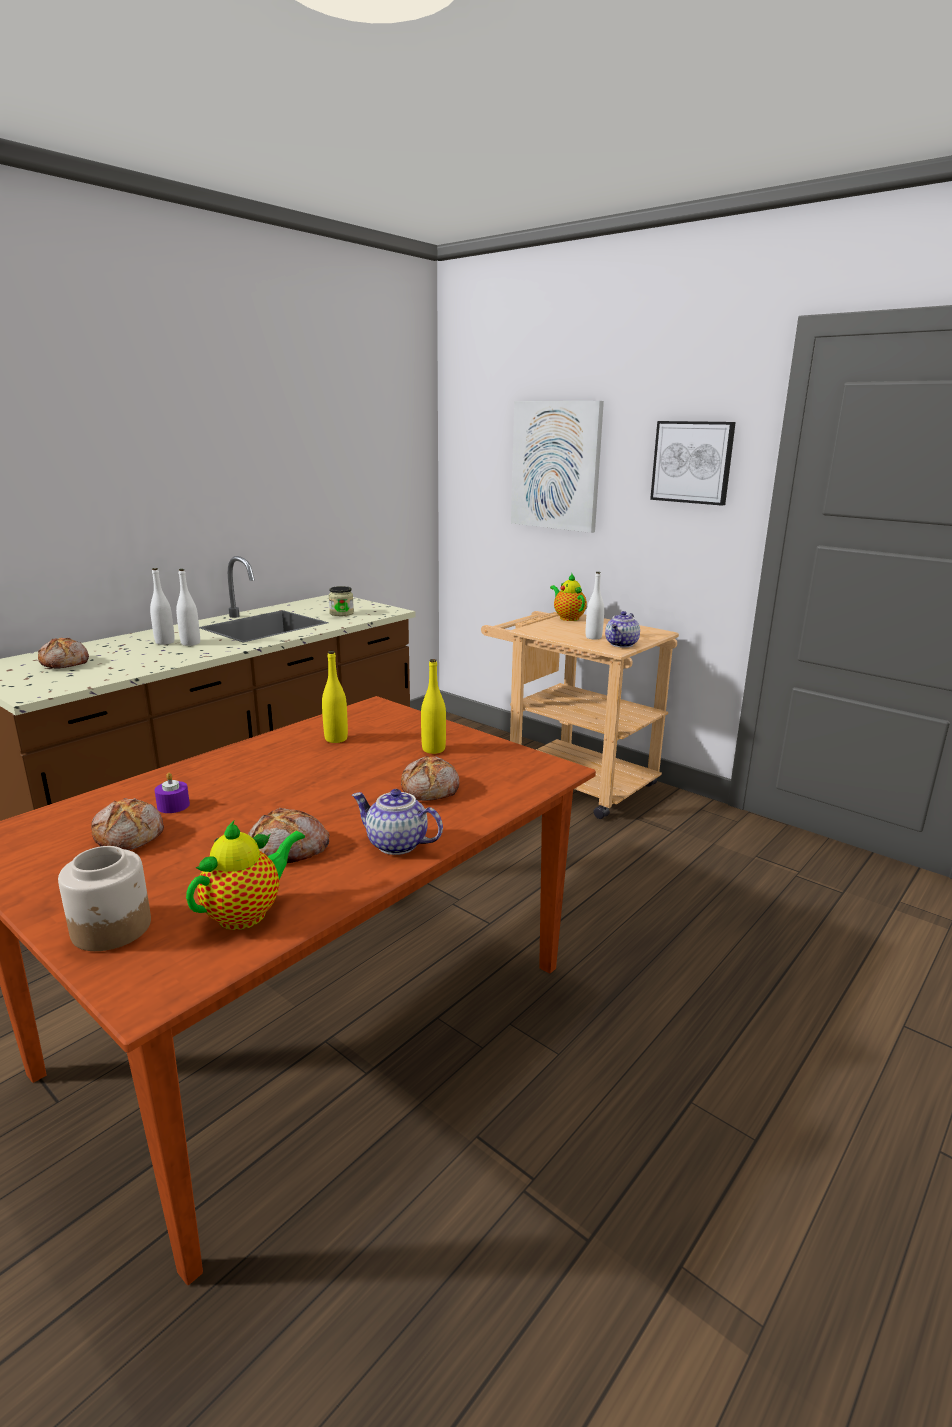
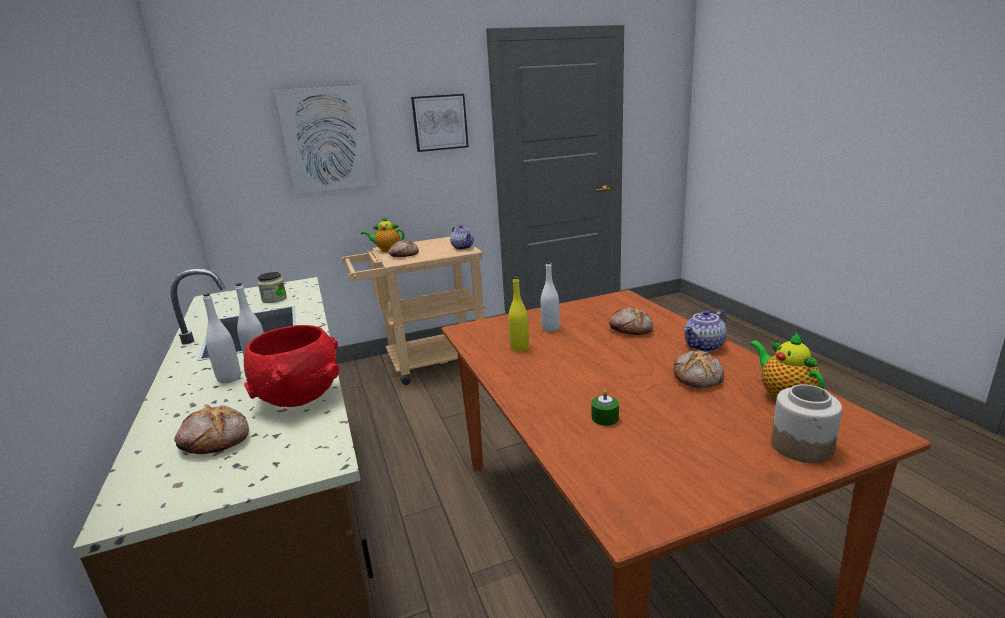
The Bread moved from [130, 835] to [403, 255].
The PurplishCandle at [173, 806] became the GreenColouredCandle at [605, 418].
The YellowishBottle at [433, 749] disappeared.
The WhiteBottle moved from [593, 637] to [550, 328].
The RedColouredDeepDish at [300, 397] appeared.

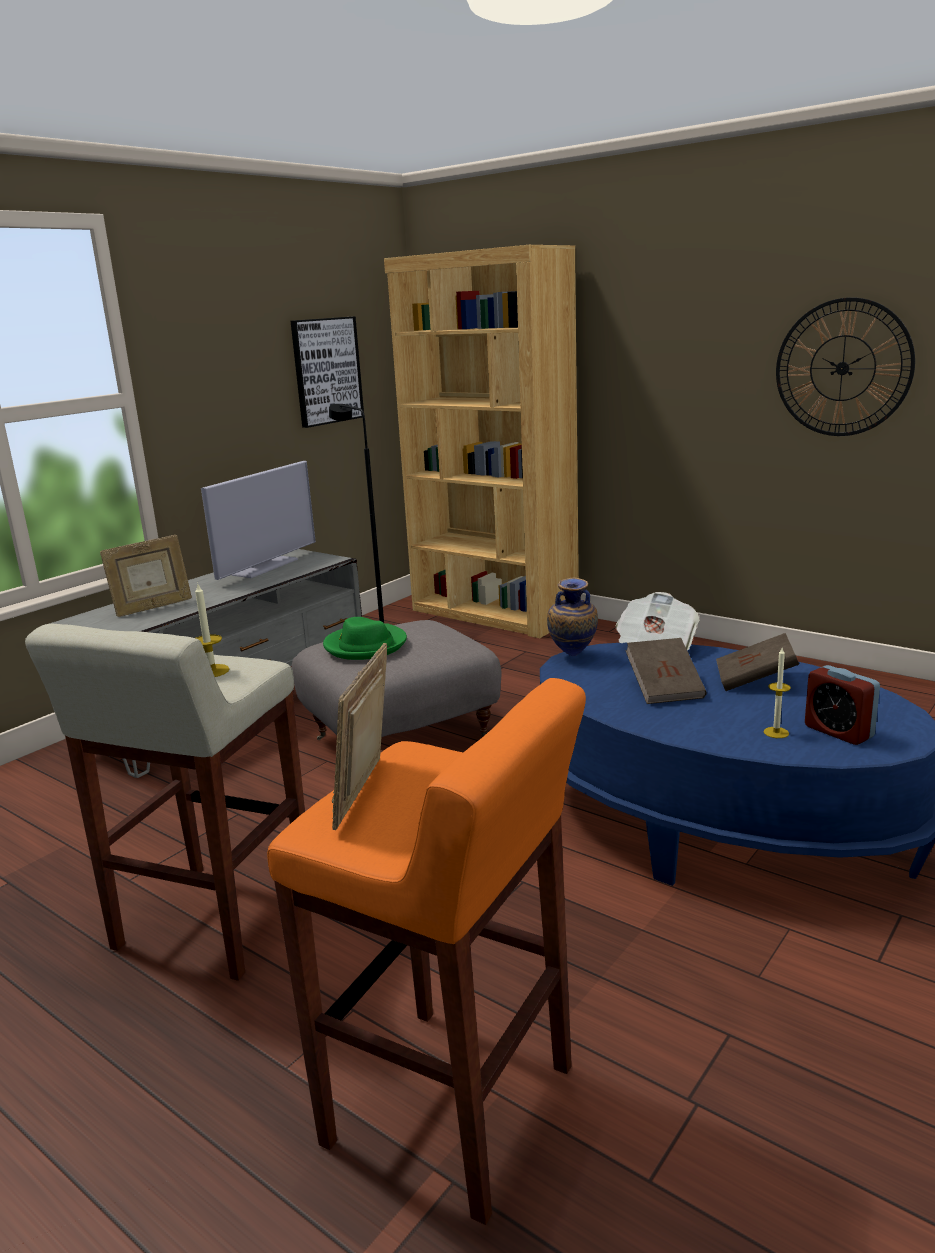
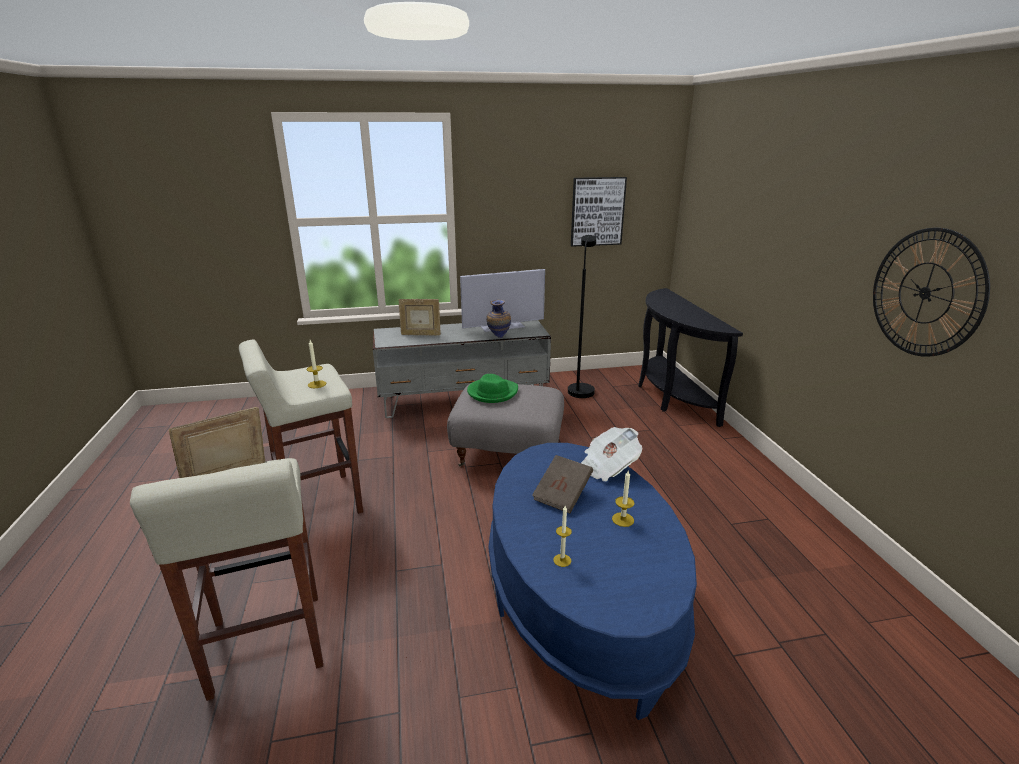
The OrangeColouredSittingStool at [453, 1107] became the BeigeColouredSittingStool at [267, 646].
The BrownishShelvingUnit at [493, 614] was replaced by the BlackishHallTable at [669, 396].
The DecorativeVase moved from [572, 657] to [498, 338].
The BrownishBook at [755, 680] was replaced by the Candle at [623, 519].
The BedsideClock at [838, 732] disappeared.

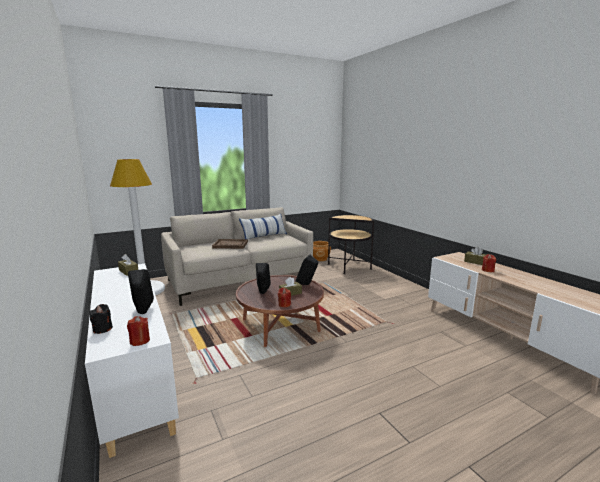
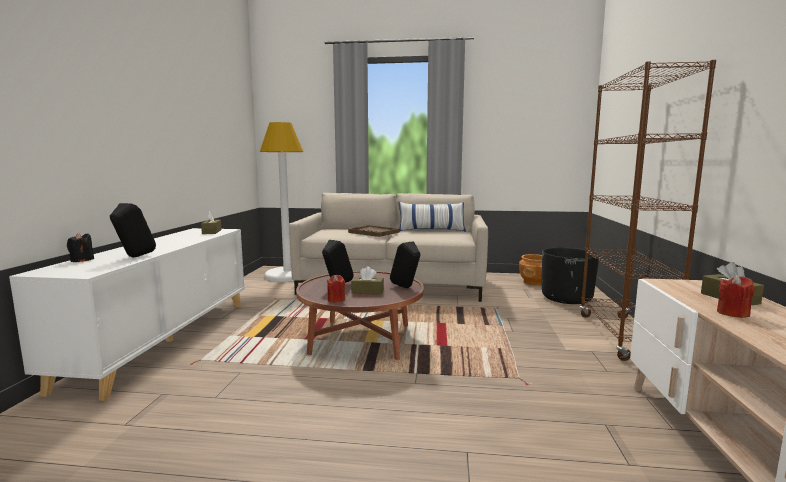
The RedColouredCandle at [140, 341] disappeared.
The AccentTable at [349, 266] was replaced by the BlackishPlantPot at [566, 298].
The BrownishShelvingUnit at [623, 337] appeared.

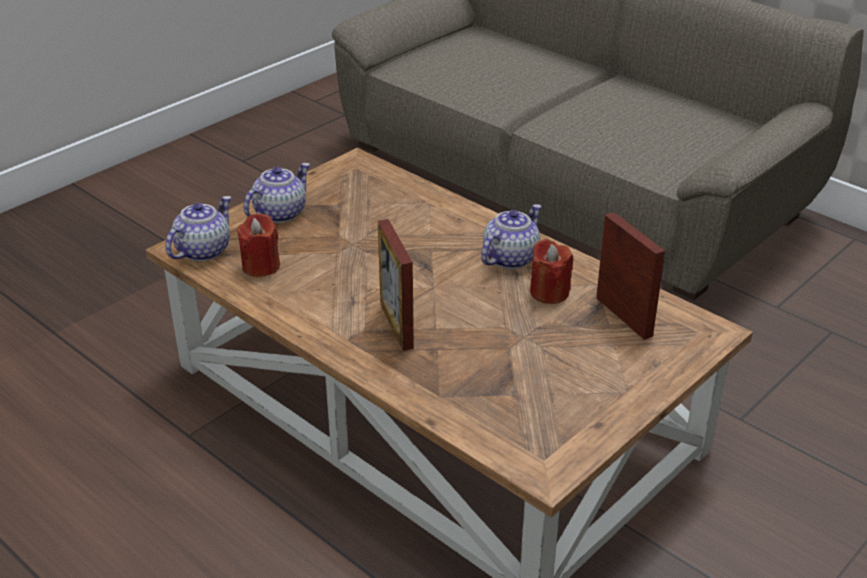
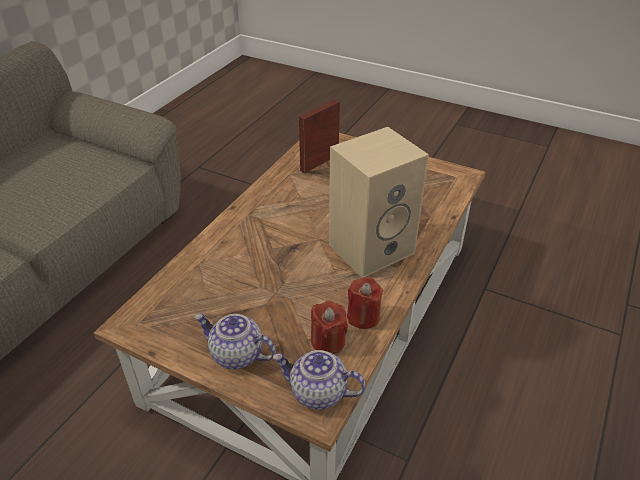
The PictureFrame at [396, 326] was replaced by the BeigeColouredAudioSpeaker at [372, 247].
The PotForTea at [510, 258] disappeared.
The RedColouredCandle moved from [549, 292] to [363, 317].

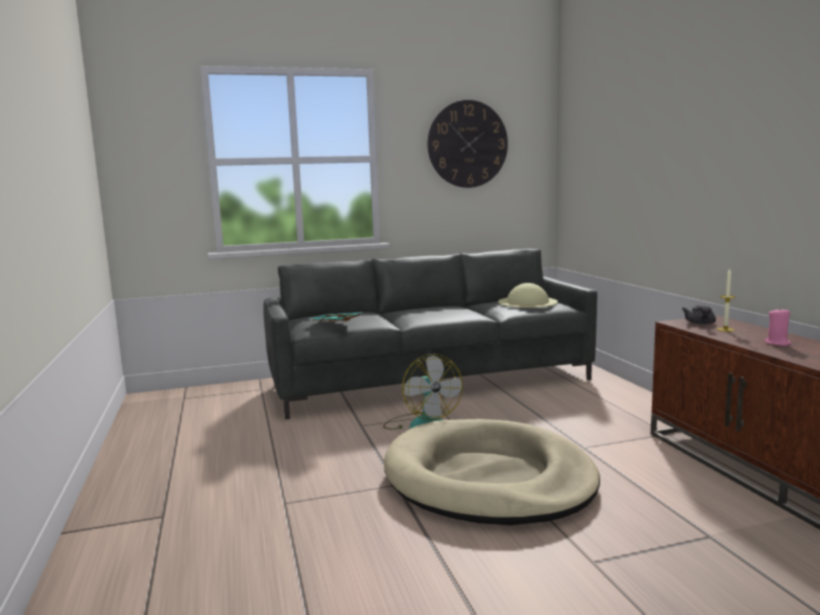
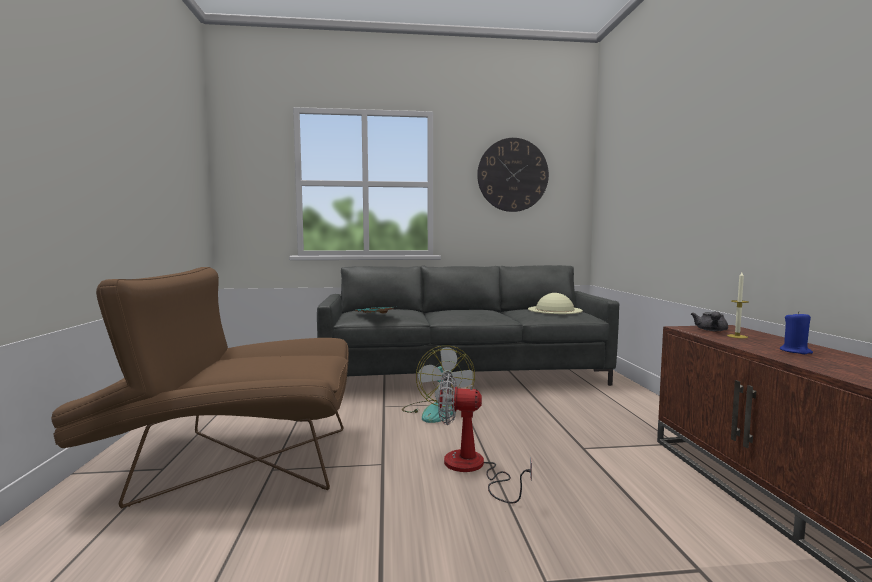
The BeigeColouredPetBed at [488, 479] was replaced by the ElectricFan at [473, 469].
The PinkColouredCandle at [777, 343] became the BlueCandle at [795, 351].
The BrownishLoungeChair at [232, 461] appeared.

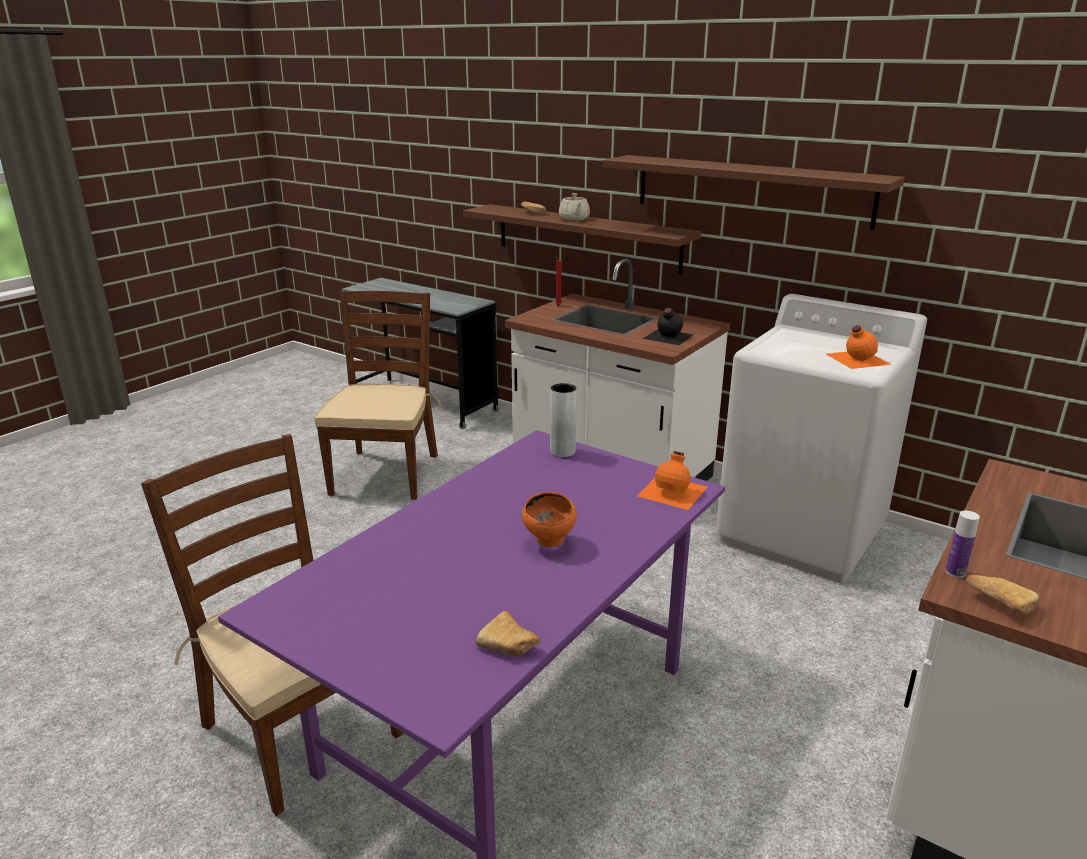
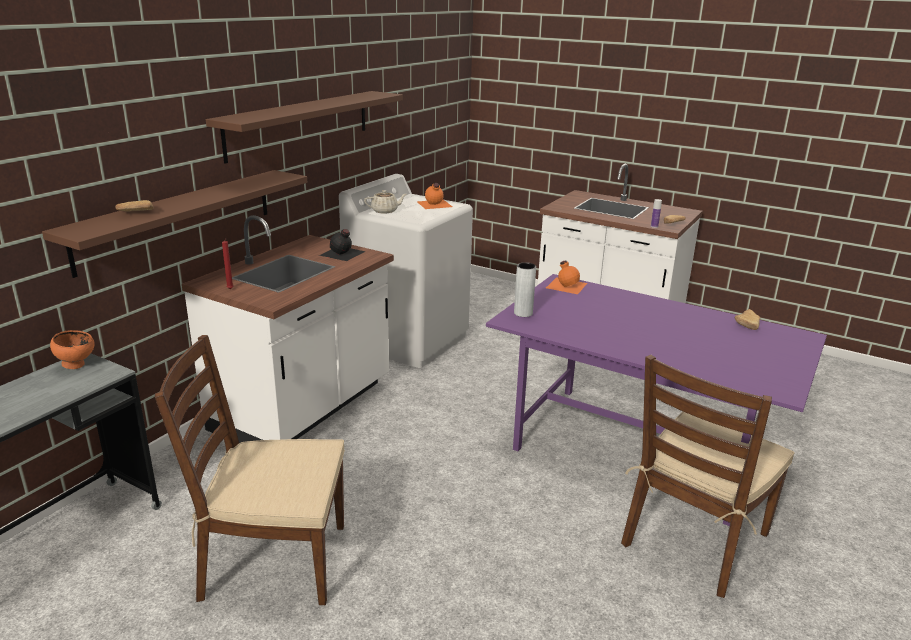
The OrangeColouredDeepDish moved from [550, 543] to [77, 365].
The BeigeColouredPotForTea moved from [574, 219] to [385, 211].

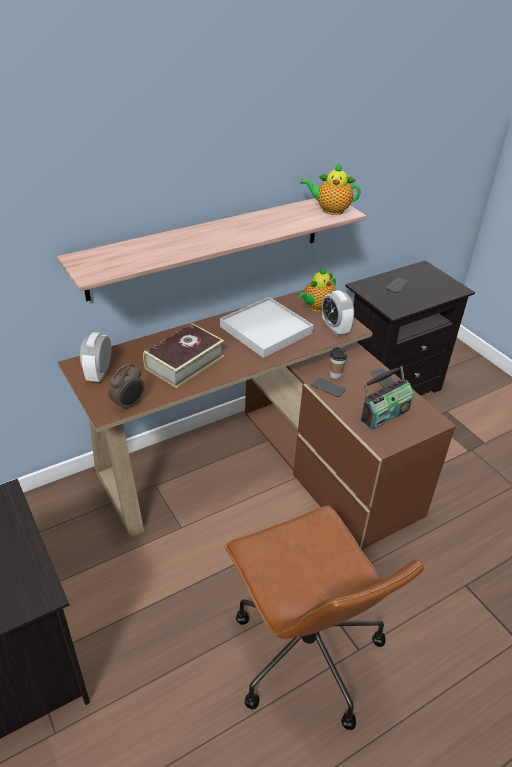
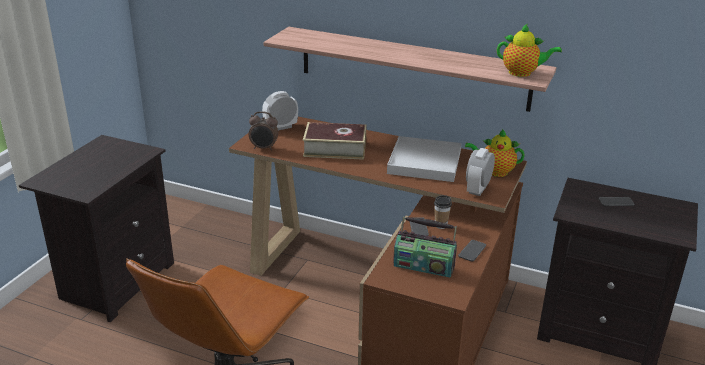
The PotForTea at [330, 210] turned 135 degrees clockwise.

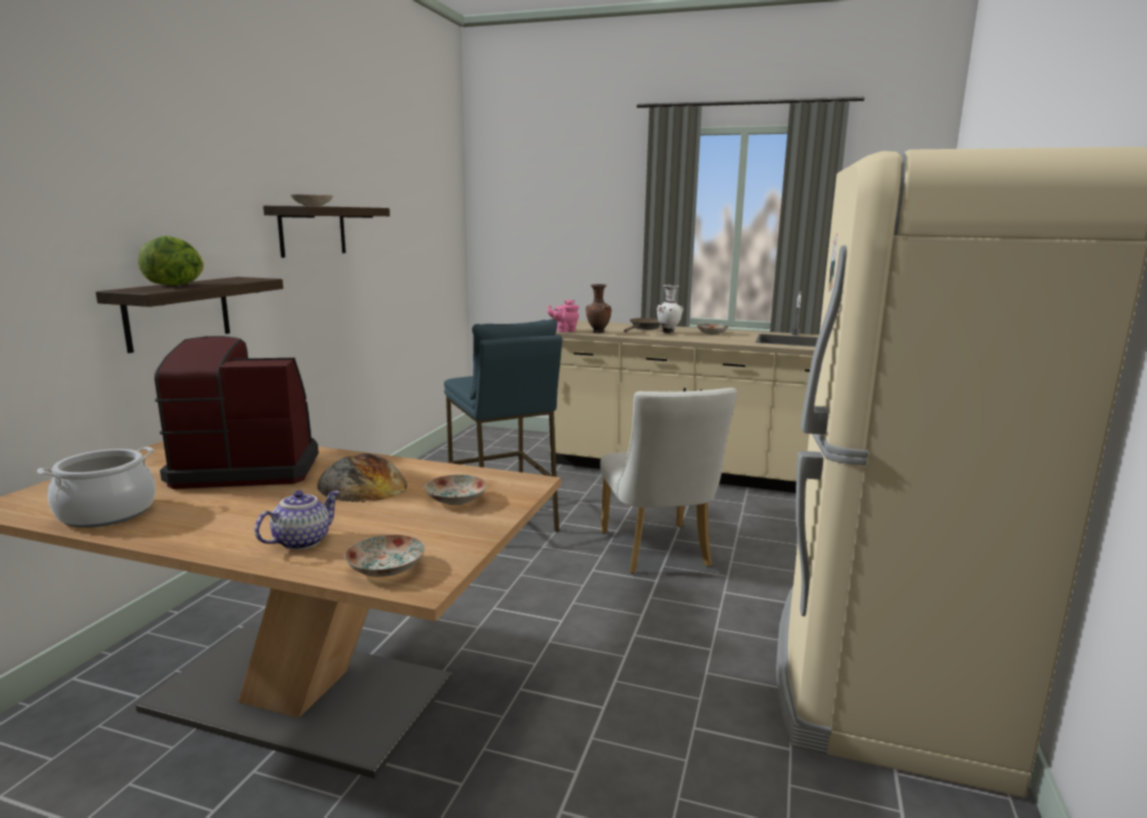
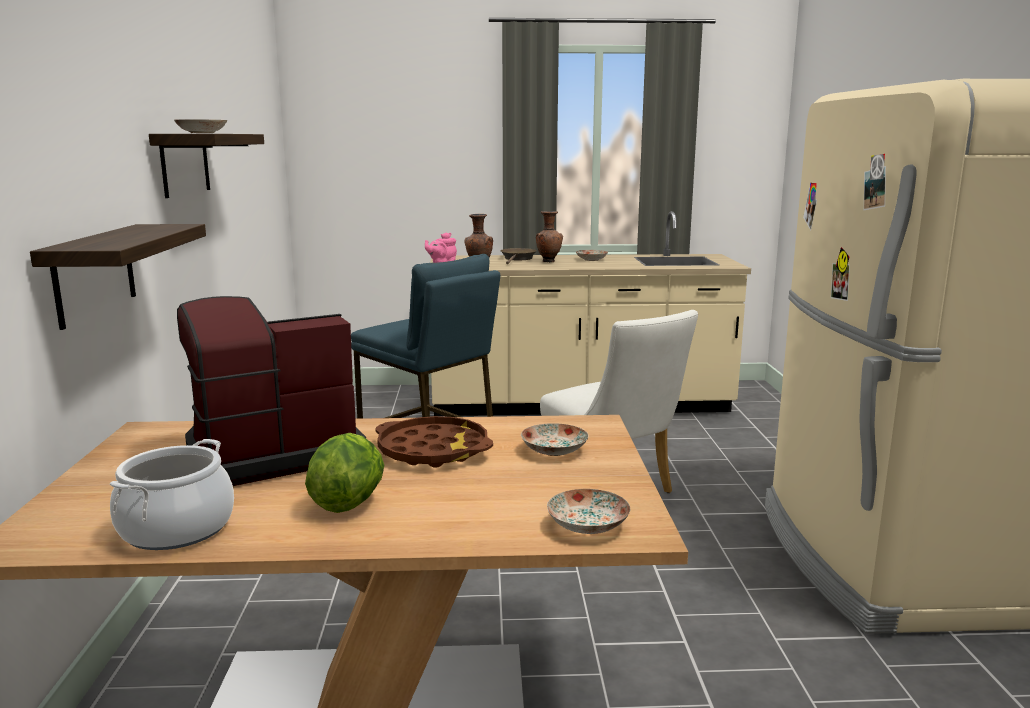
The Lettuce moved from [176, 285] to [348, 502].
The PotForTea at [301, 541] disappeared.
The Bread at [362, 484] was replaced by the BrownishServingTray at [433, 450].
The WhiteDecorativeVase at [668, 332] became the BrownishDecorativeVase at [548, 261].

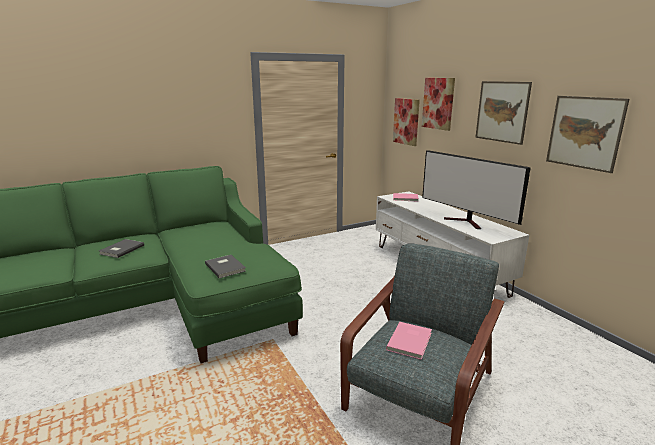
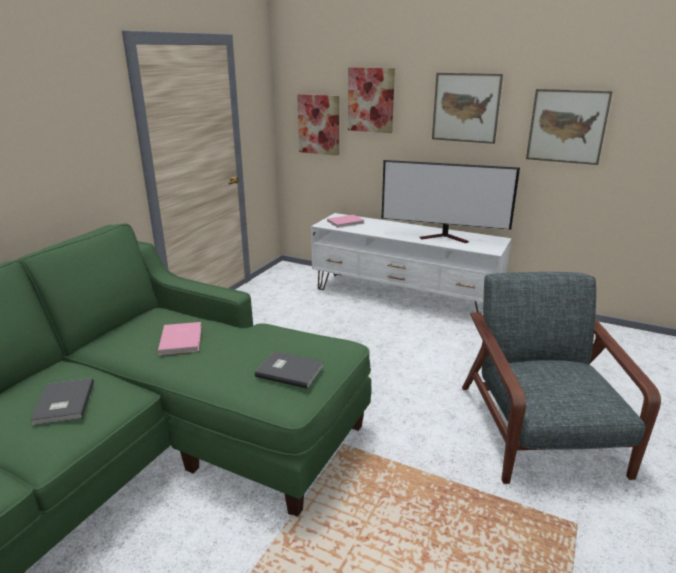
The PinkColouredBook moved from [411, 341] to [182, 339].

